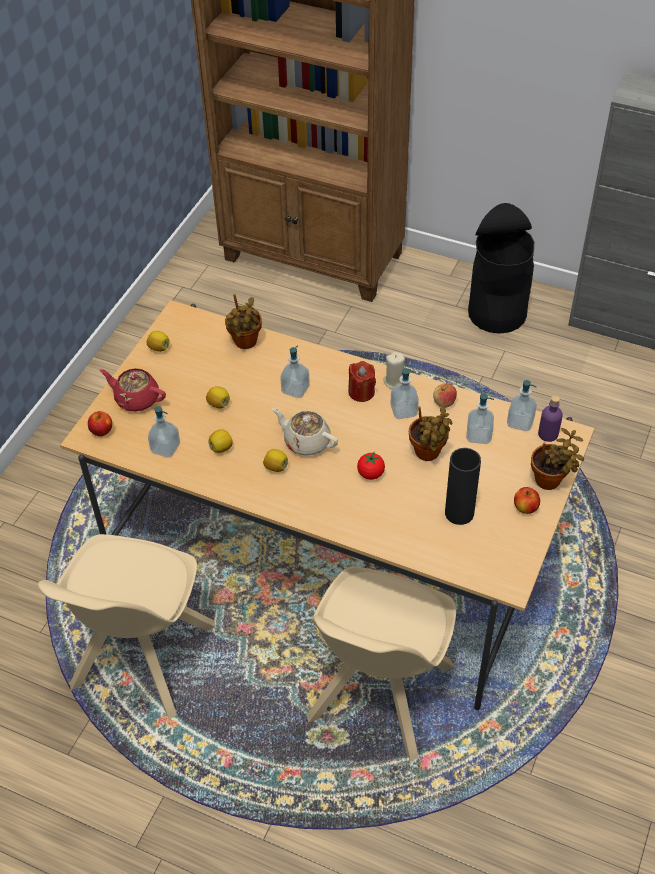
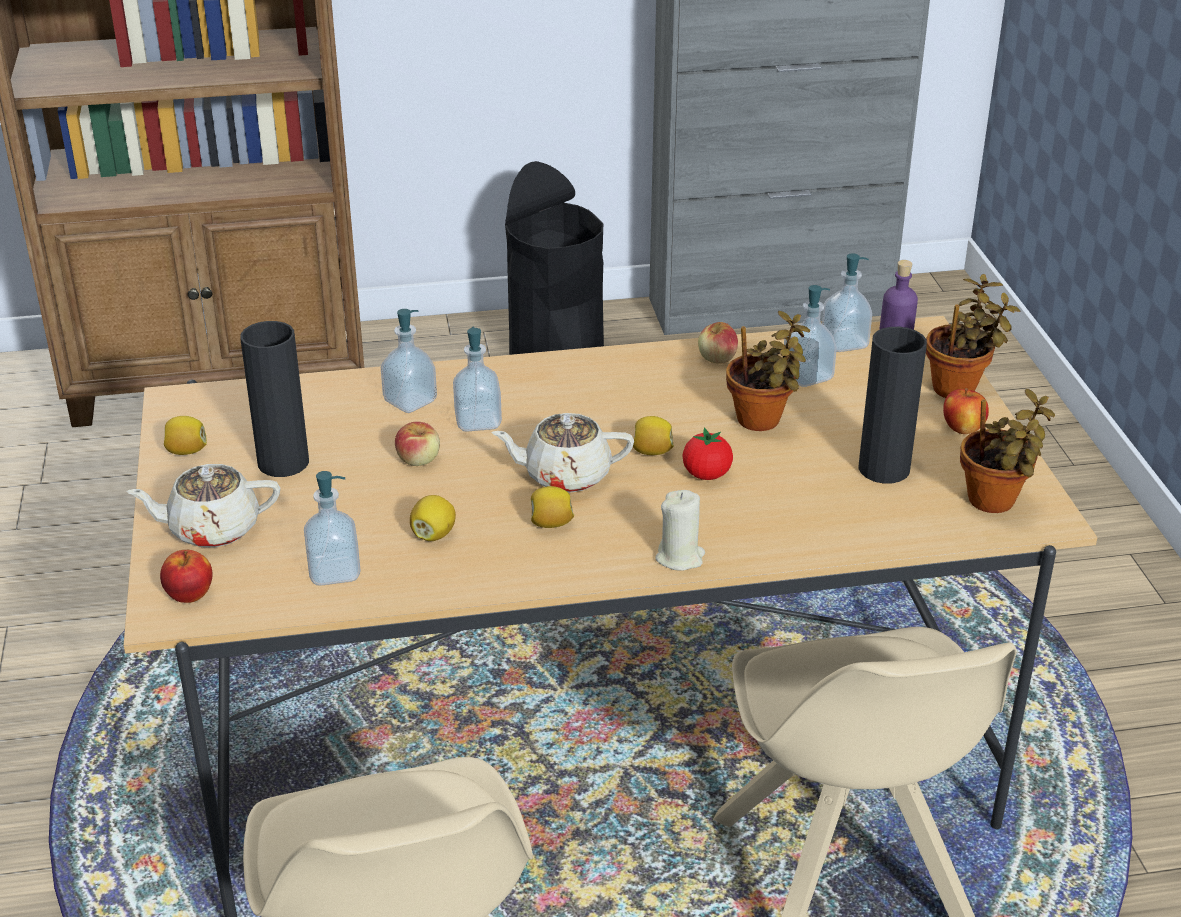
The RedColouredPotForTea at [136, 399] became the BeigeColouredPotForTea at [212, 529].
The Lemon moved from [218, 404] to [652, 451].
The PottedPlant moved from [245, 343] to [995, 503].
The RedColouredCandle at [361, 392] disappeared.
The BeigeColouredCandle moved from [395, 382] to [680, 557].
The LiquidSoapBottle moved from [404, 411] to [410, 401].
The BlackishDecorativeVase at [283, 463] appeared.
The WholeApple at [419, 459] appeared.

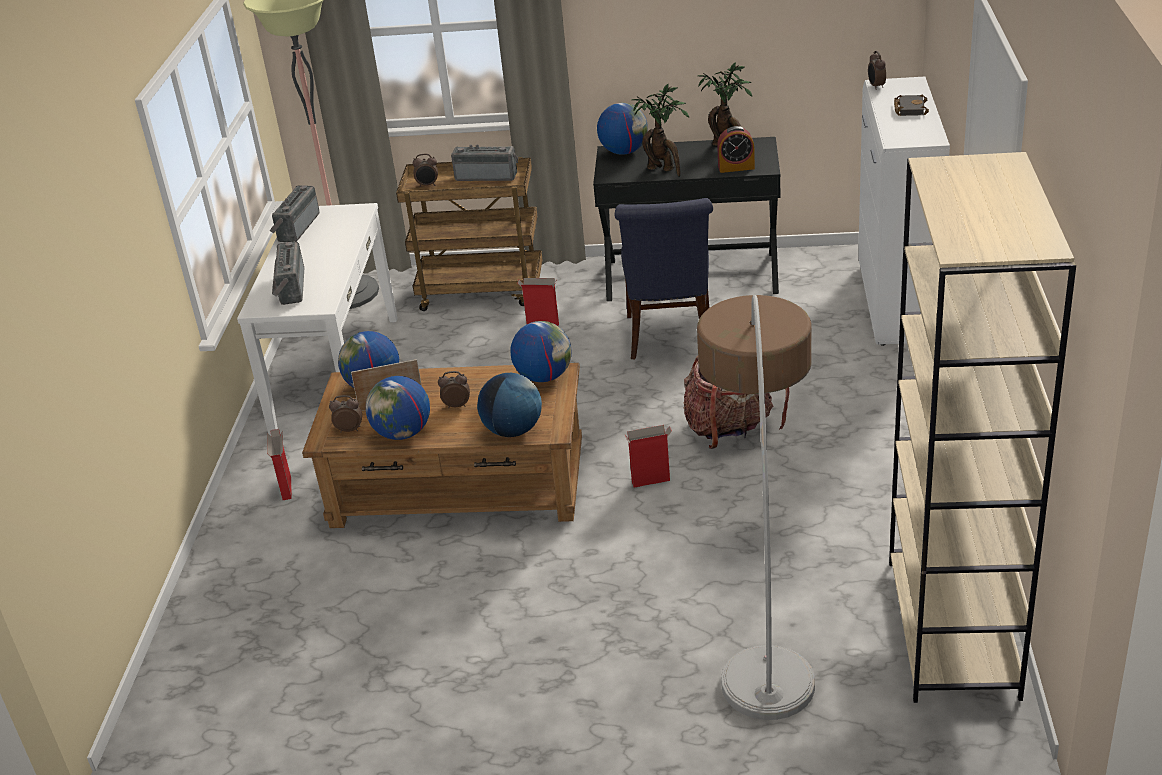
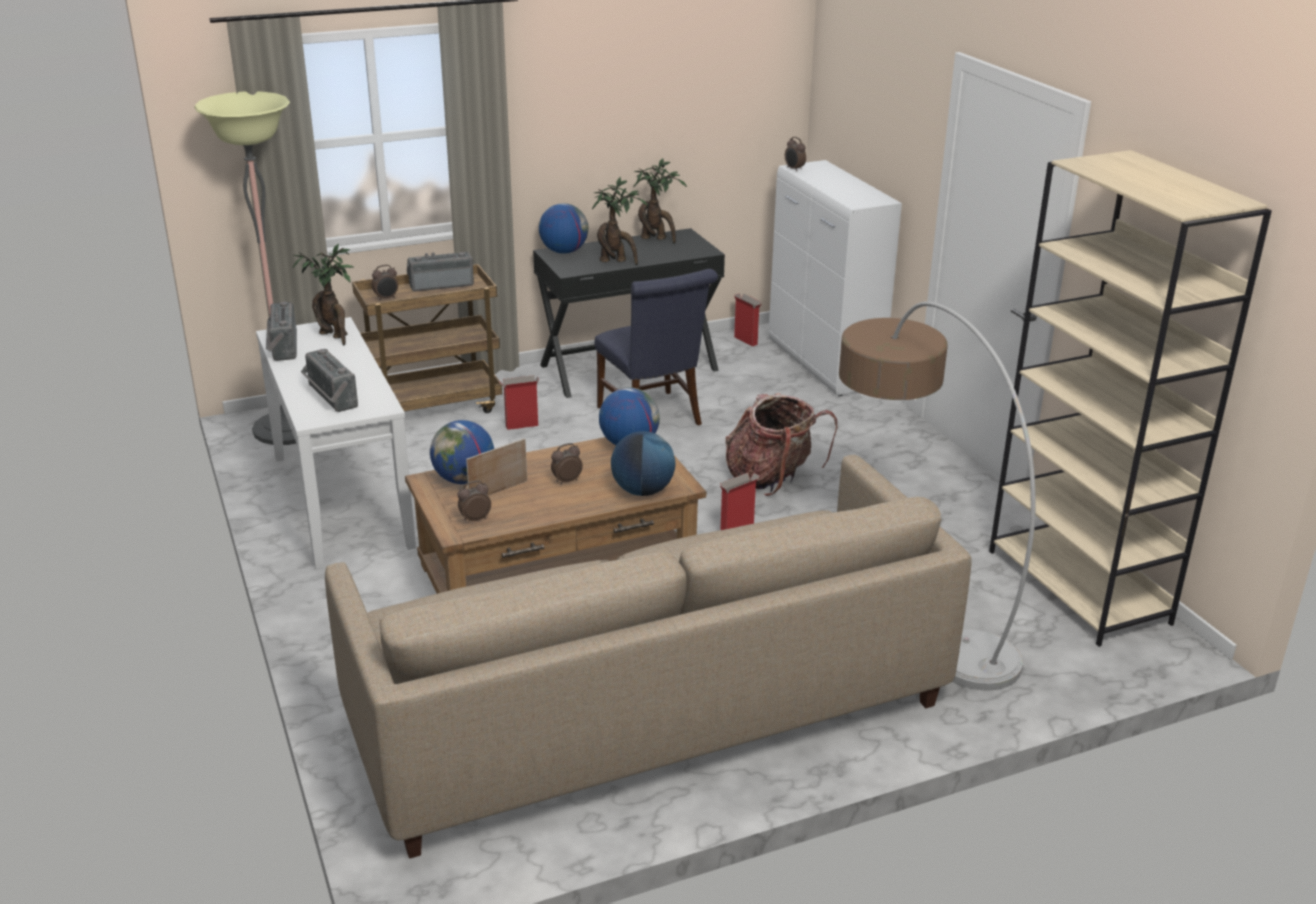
The Carton moved from [287, 489] to [746, 341].
The WorldGlobe at [403, 433] disappeared.
The BedsideClock at [736, 167] disappeared.
The BlackishBook at [909, 108] disappeared.
The PottedPlant at [334, 336] appeared.
The BeigeColouredSofa at [650, 711] appeared.

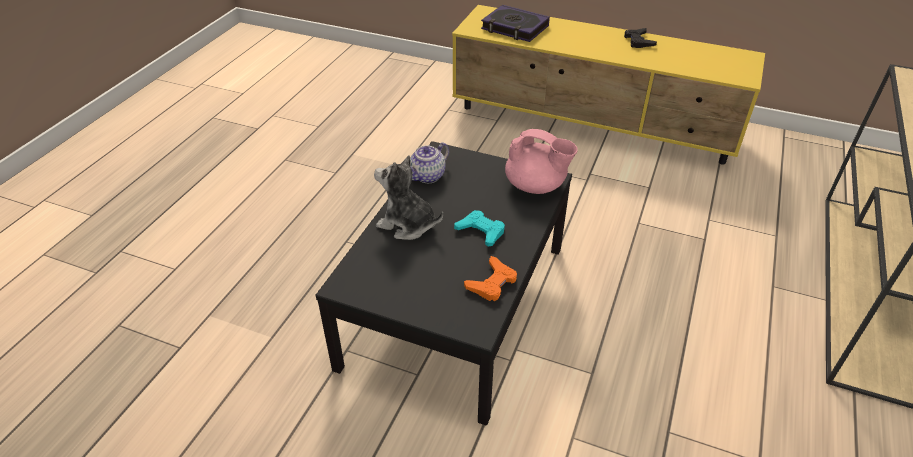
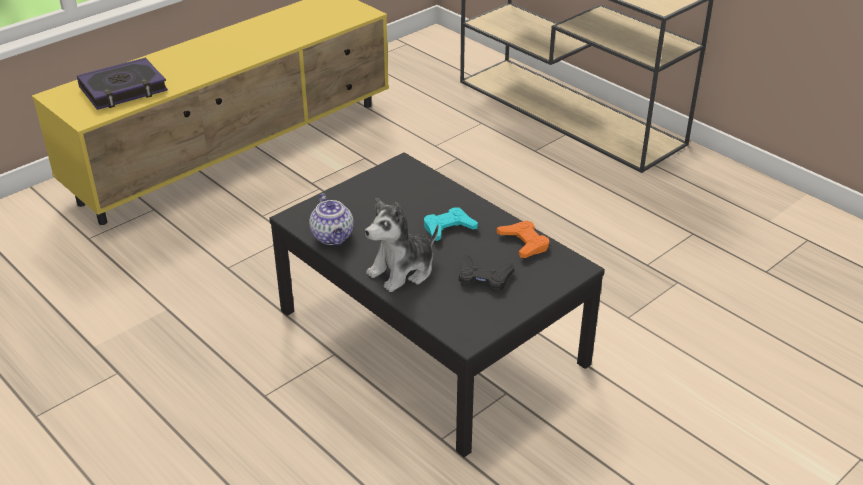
The PinkColouredPotForTea at [536, 186] disappeared.
The BlackishGameController moved from [638, 41] to [484, 278].

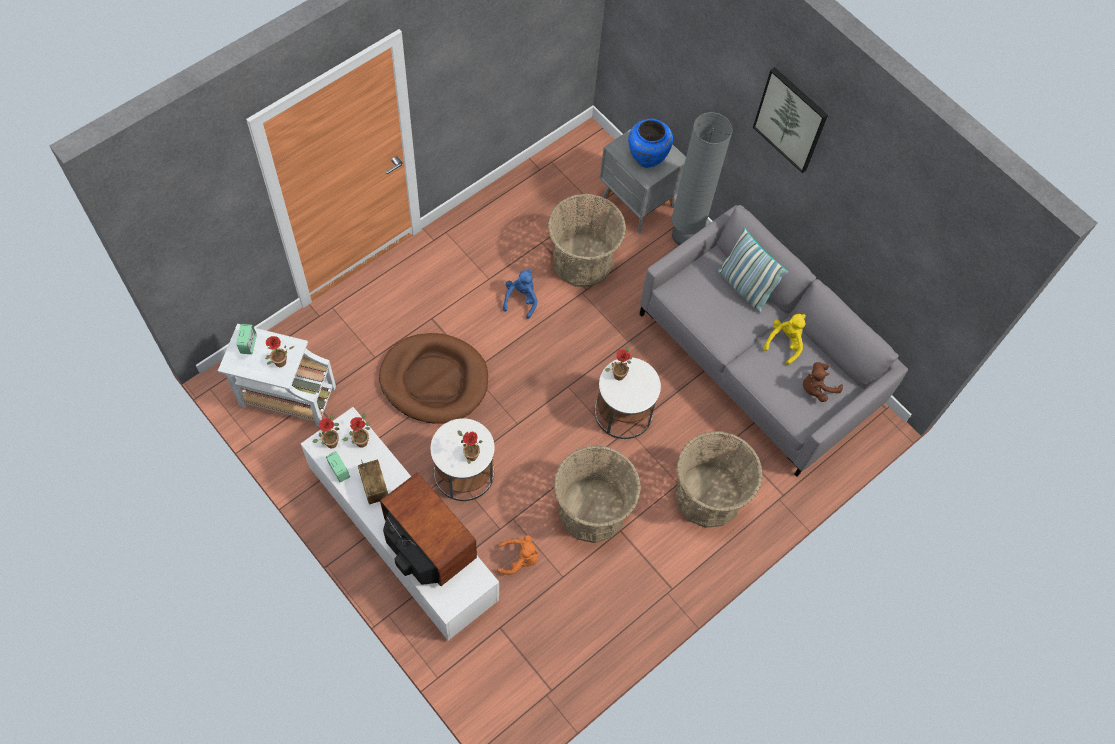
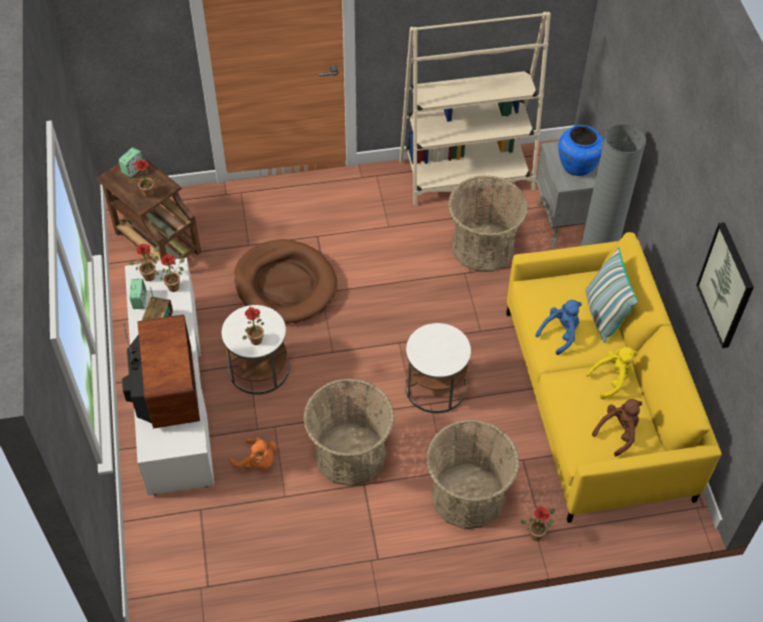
The WhiteAccentTable at [285, 395] became the BrownishAccentTable at [156, 241].
The BlueSoftToy moved from [521, 299] to [560, 334].
The PottedPlant moved from [619, 373] to [537, 533].
The GreySofa at [757, 361] became the YellowishSofa at [595, 403].
The WallArt moved from [791, 119] to [726, 285].
The BrownishSoftToy at [816, 388] turned 135 degrees clockwise.
The BeigeColouredShelvingUnit at [466, 175] appeared.

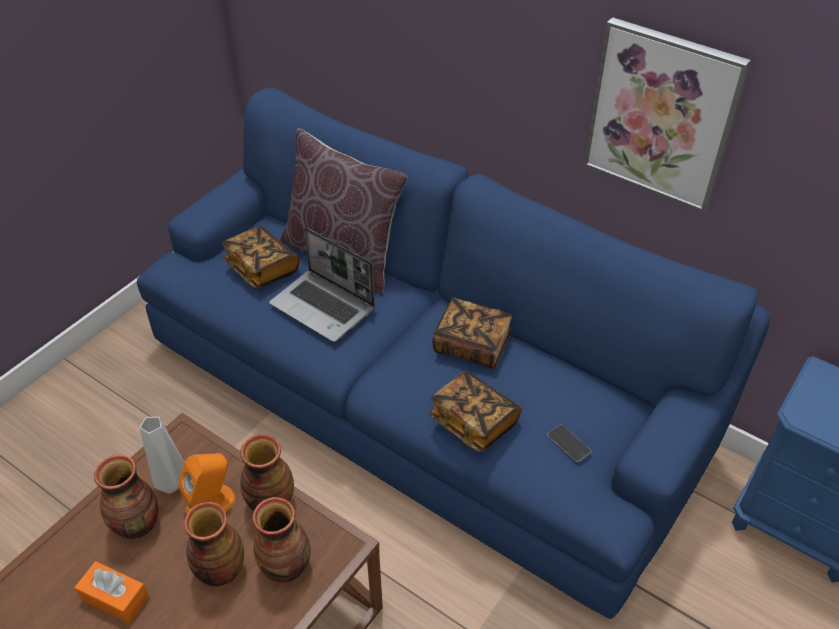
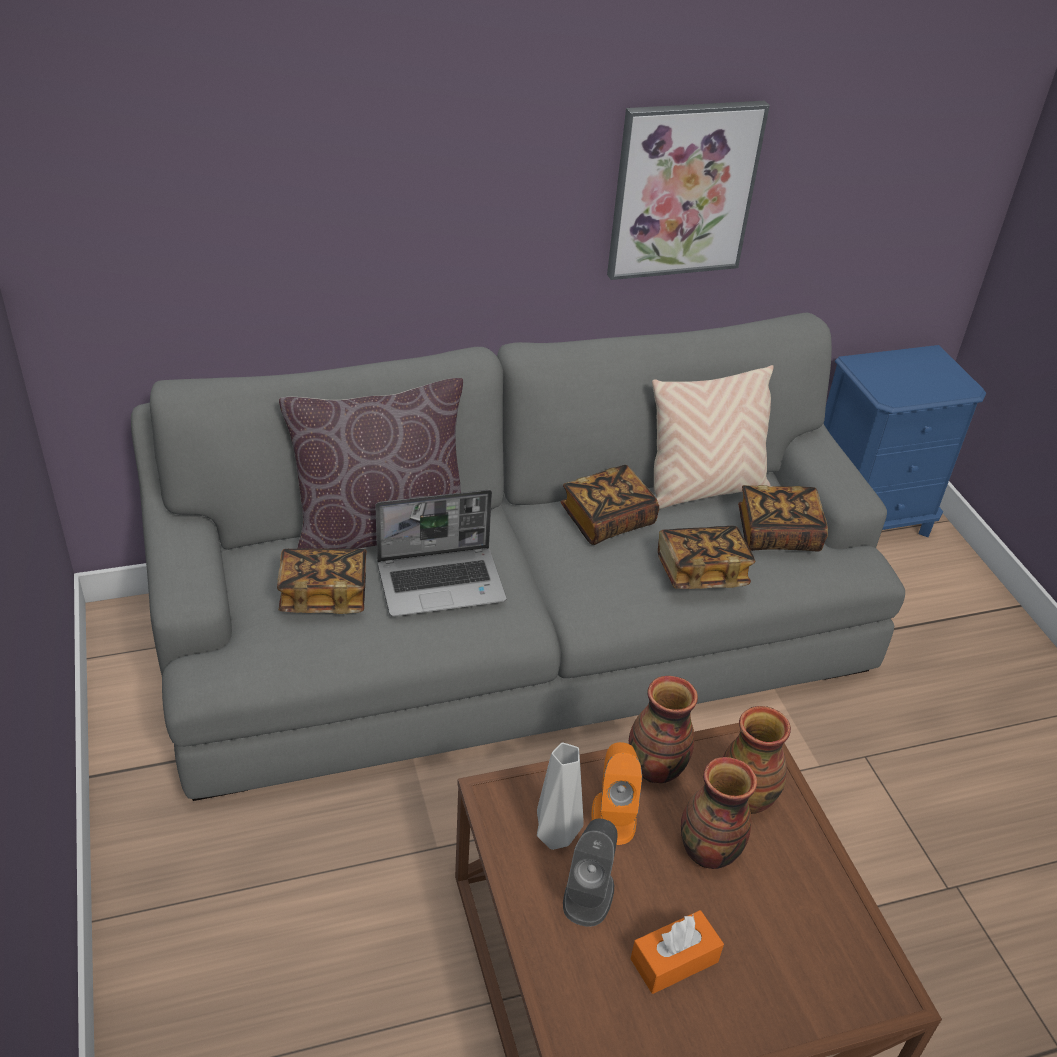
The DecorativeVase at [137, 525] was replaced by the GreyAudioSpeaker at [588, 894].
The BlueSofa at [420, 395] became the GreySofa at [519, 637].
The Telephone at [569, 443] was replaced by the Book at [777, 534].
The BeigeColouredPillow at [703, 490] appeared.

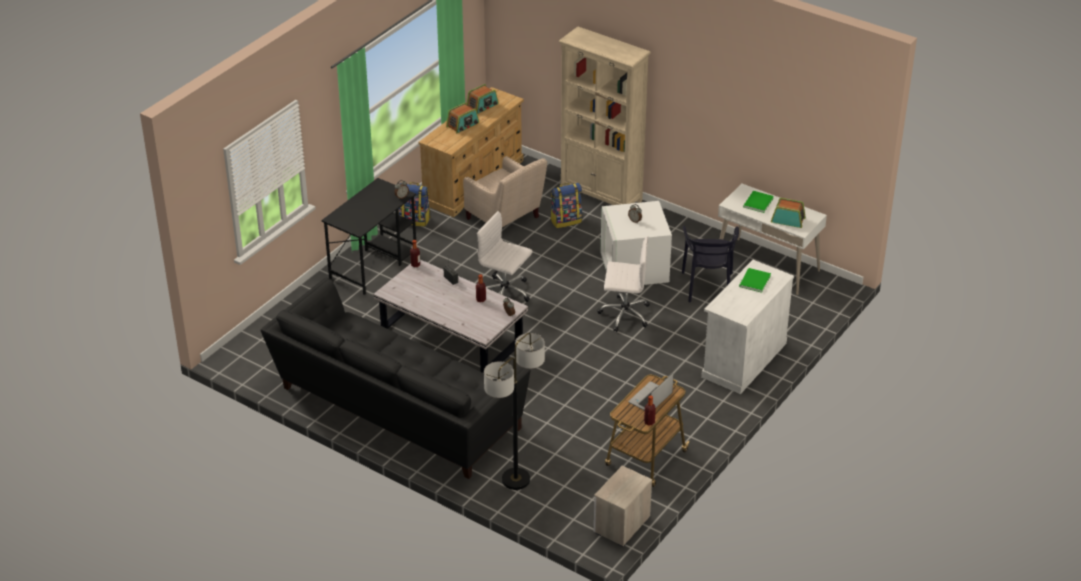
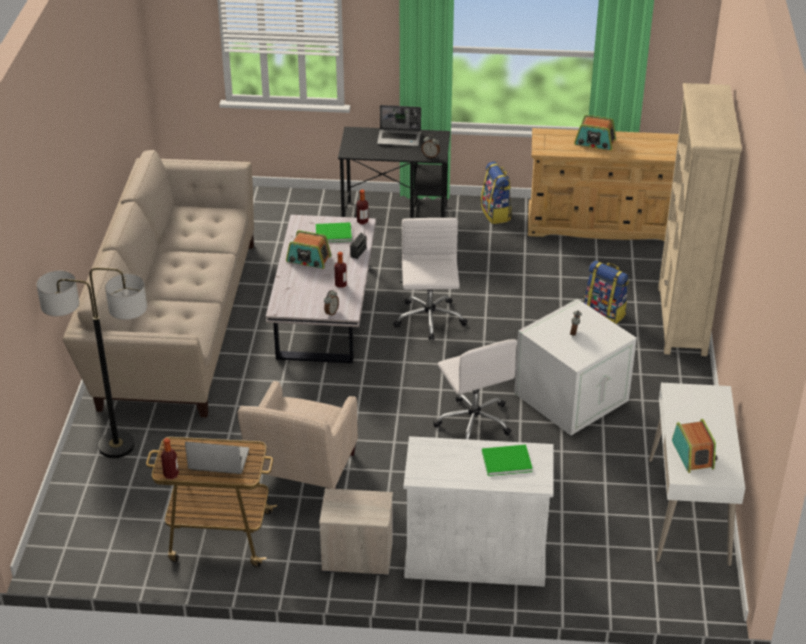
The BlackishSofa at [396, 411] became the BeigeColouredSofa at [173, 321].
The BeigeColouredLoungeChair moved from [505, 220] to [301, 474].
The Radio moved from [482, 106] to [308, 259].
The BedsideTable moved from [621, 525] to [356, 556].
The BlackishChair at [707, 286] disappeared.
The GreenColouredBook moved from [757, 203] to [332, 233].
The PortableComputer at [399, 138] appeared.

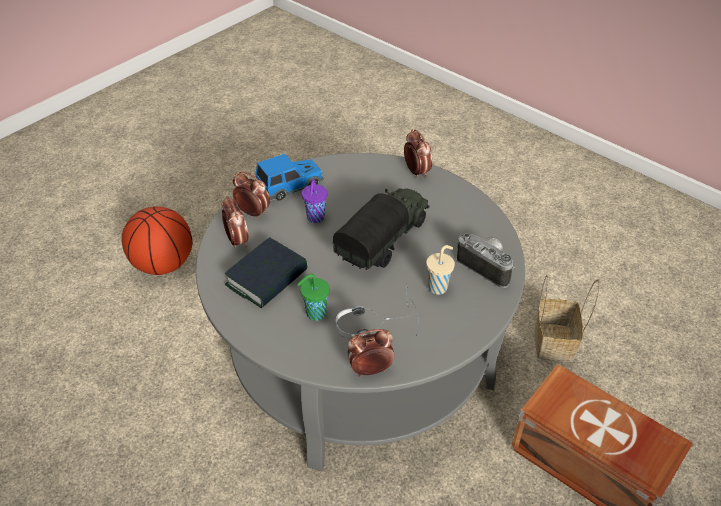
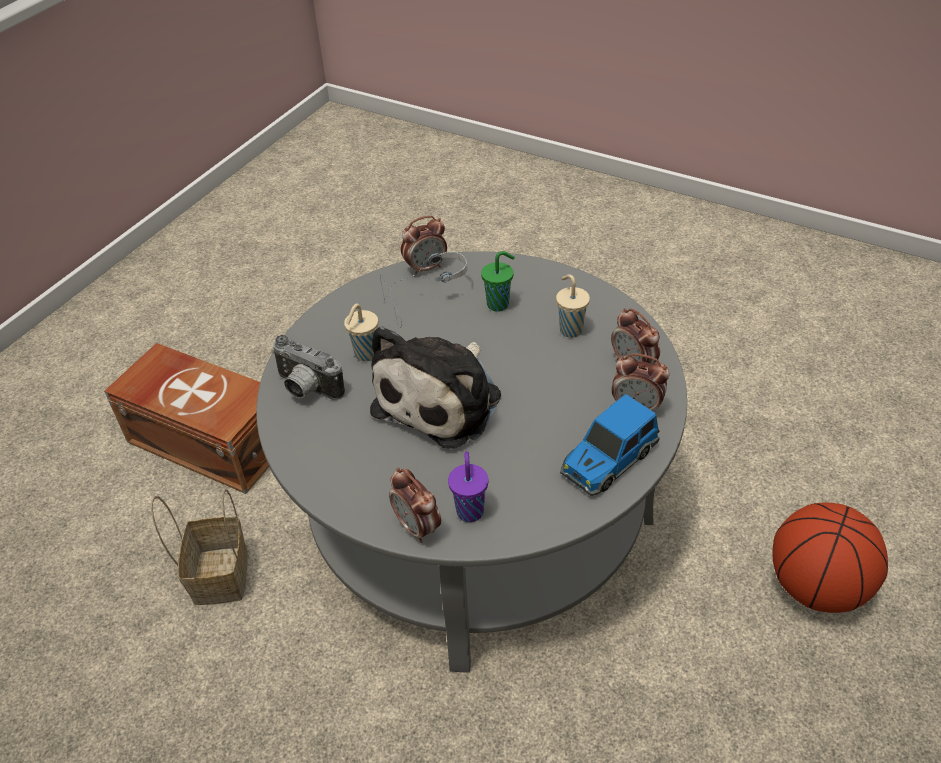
The Book at [267, 278] was replaced by the BeigeColouredDrinkingCup at [570, 329].
The PurplishDrinkingCup moved from [315, 218] to [470, 510].
The ToyLorry at [384, 241] was replaced by the SoftToy at [442, 399].

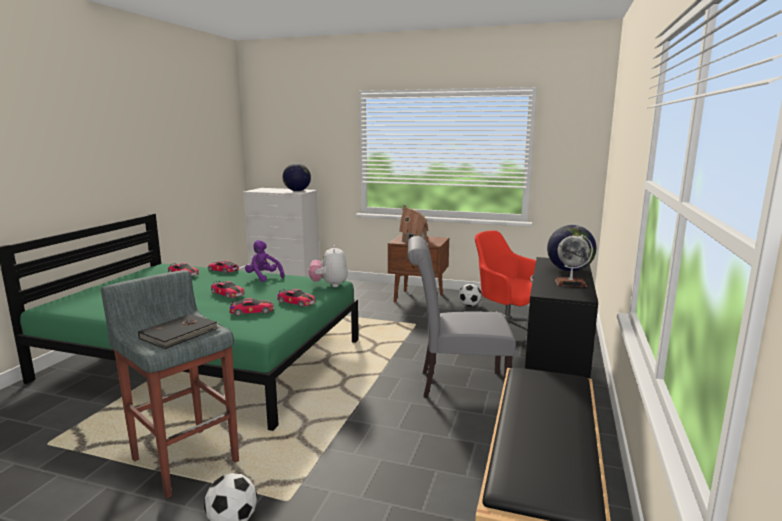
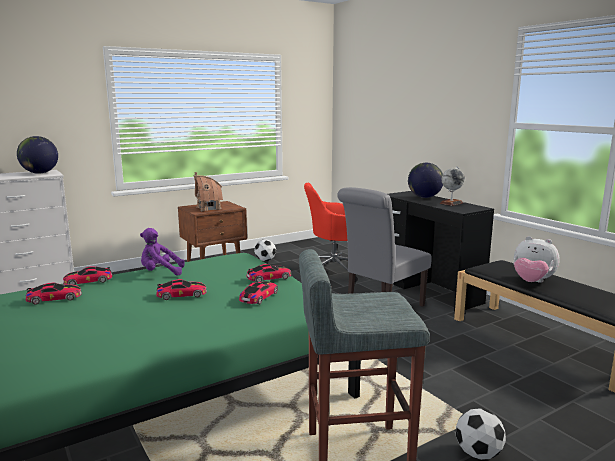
The BlackishBook at [180, 334] disappeared.
The SoftToy moved from [329, 285] to [532, 282].

